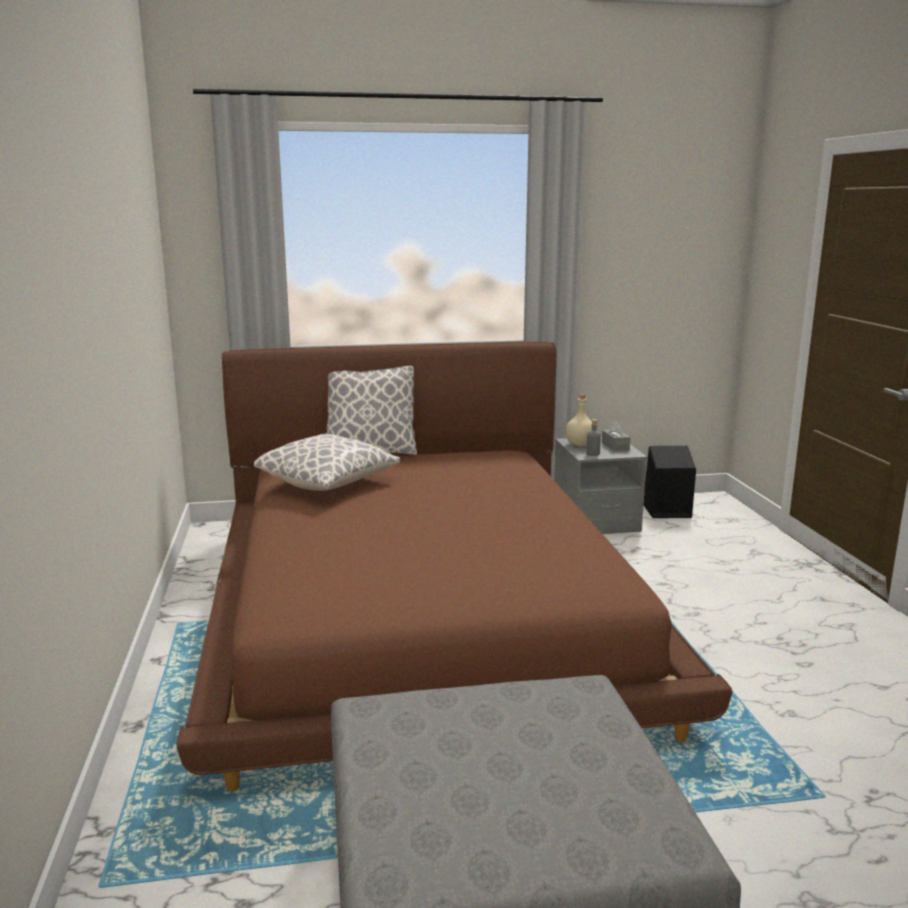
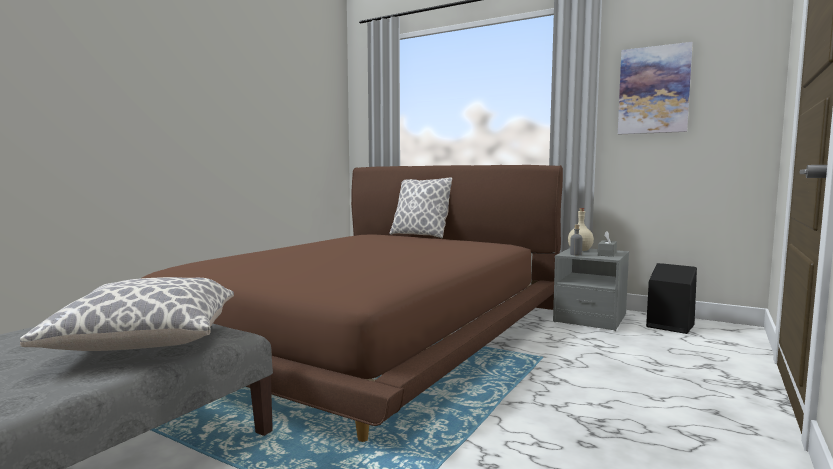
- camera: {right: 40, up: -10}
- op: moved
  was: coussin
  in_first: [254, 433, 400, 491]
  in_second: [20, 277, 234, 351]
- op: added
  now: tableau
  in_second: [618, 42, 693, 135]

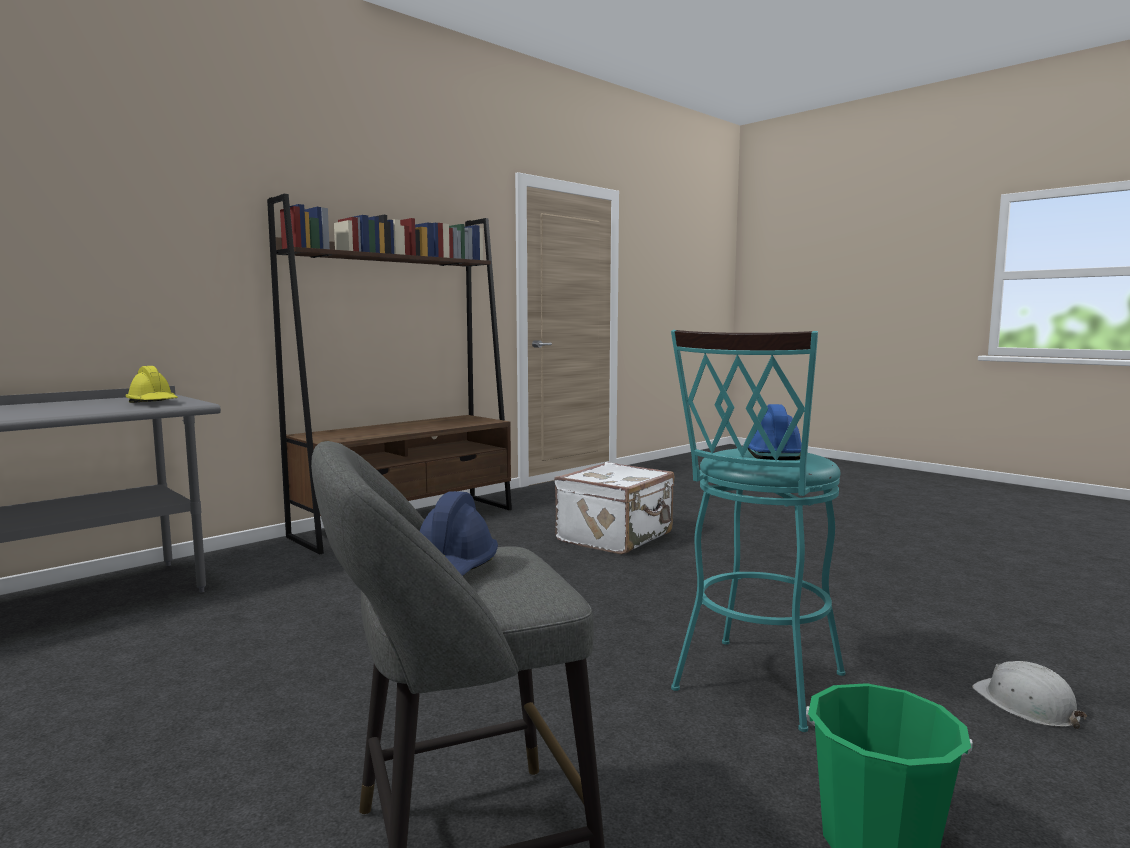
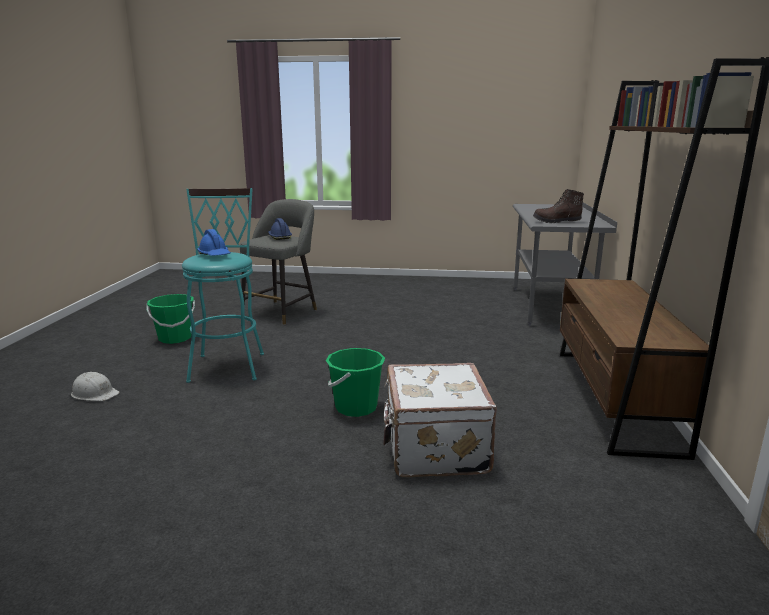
- camera: {right: 140, up: 10}
- op: replaced
  was: casque de chantier (jaune)
  now: botte (marron)
  in_first: [125, 366, 178, 403]
  in_second: [533, 189, 584, 223]
- op: added
  now: seau (vert)
  in_second: [326, 348, 385, 417]

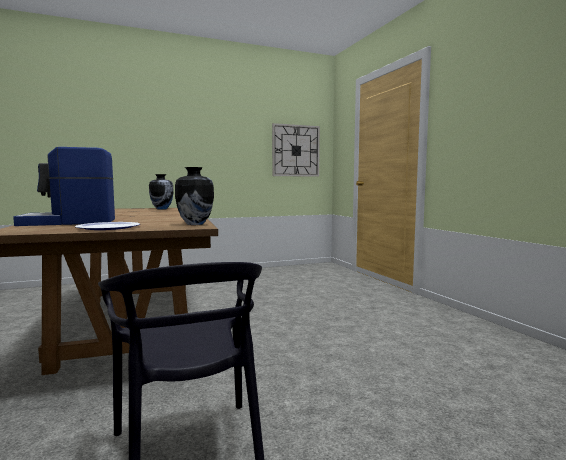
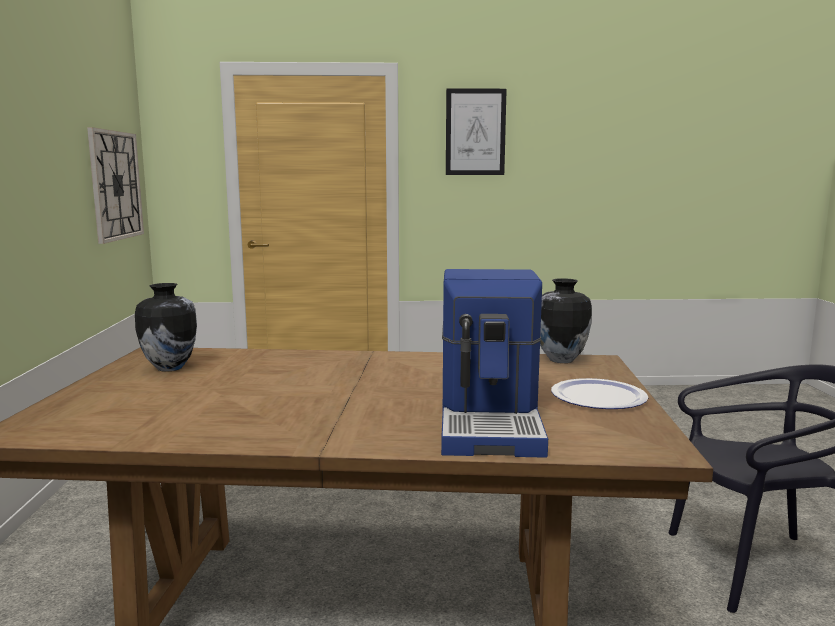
- camera: {right: -70, up: 5}
- op: added
  now: tableau
  in_second: [446, 88, 507, 175]

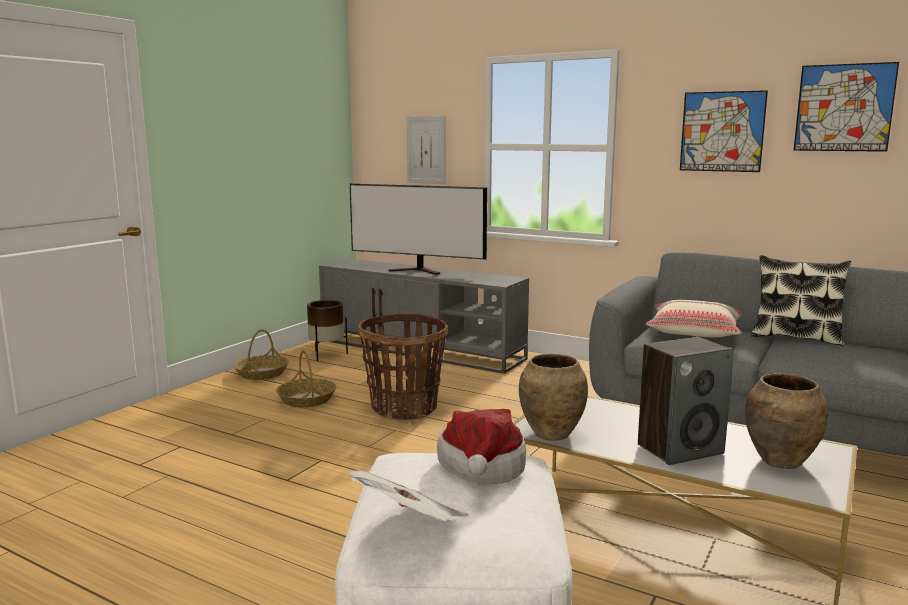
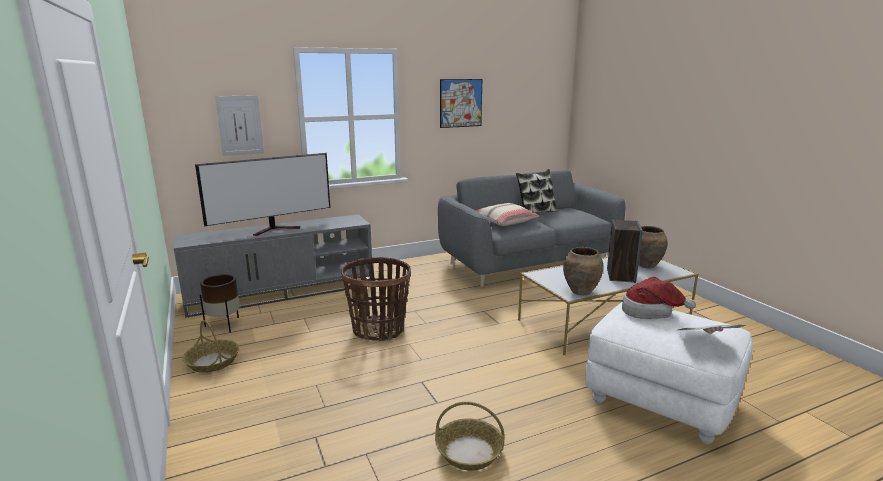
- camera: {right: -55, up: 5}
- op: removed
  was: tableau
  in_first: [793, 62, 899, 152]
- op: moved
  was: panier
  in_first: [276, 350, 336, 407]
  in_second: [435, 402, 505, 470]

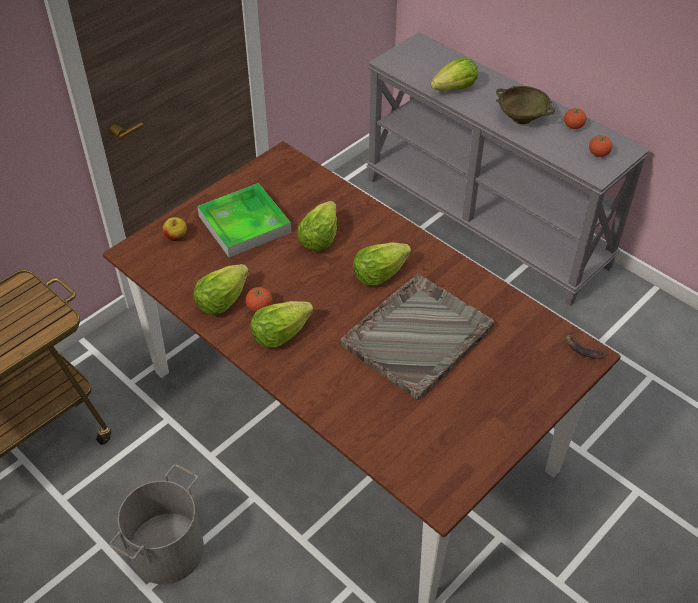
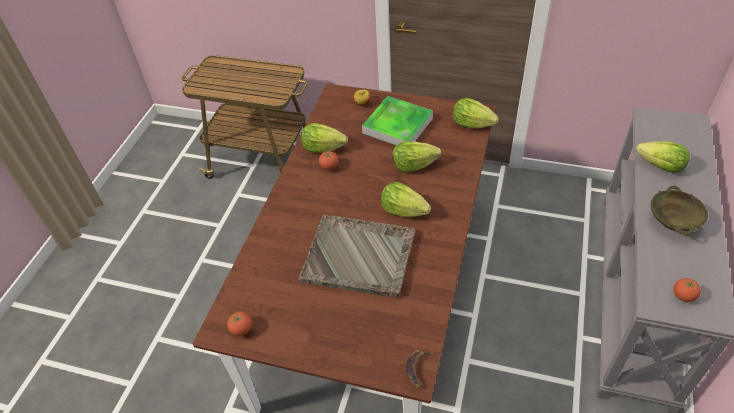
- camera: {right: 65, up: 0}
- op: moved
  was: tomate
  in_first: [564, 108, 586, 129]
  in_second: [227, 312, 252, 336]
- op: moved
  was: laitue
  in_first: [251, 301, 314, 348]
  in_second: [453, 98, 499, 128]
- op: removed
  was: seau (gris)
  in_first: [109, 464, 204, 584]

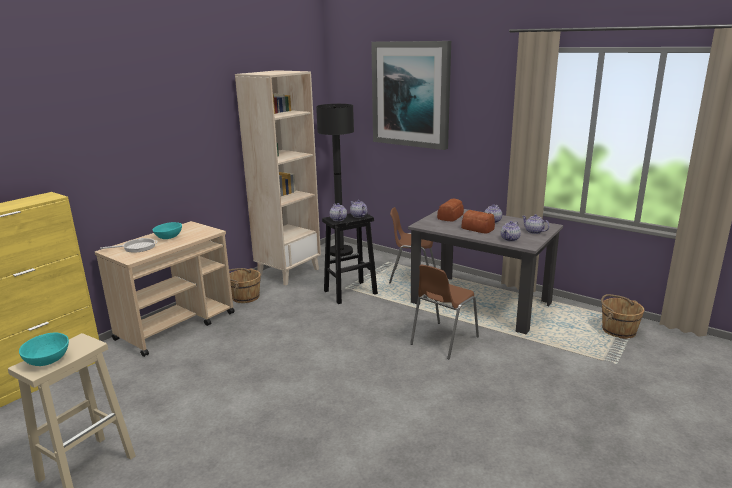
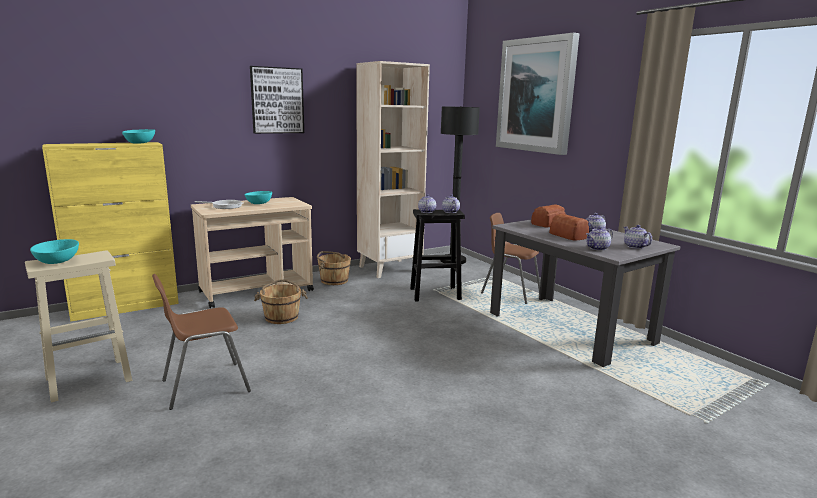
- camera: {right: 20, up: -5}
- op: moved
  was: chaise (marron)
  in_first: [410, 265, 479, 360]
  in_second: [152, 274, 251, 410]
- op: moved
  was: seau (marron)
  in_first: [601, 294, 644, 339]
  in_second: [254, 279, 308, 324]
- op: added
  now: tableau
  in_second: [250, 66, 304, 134]
- op: added
  now: bol (turquoise)
  in_second: [122, 129, 155, 144]

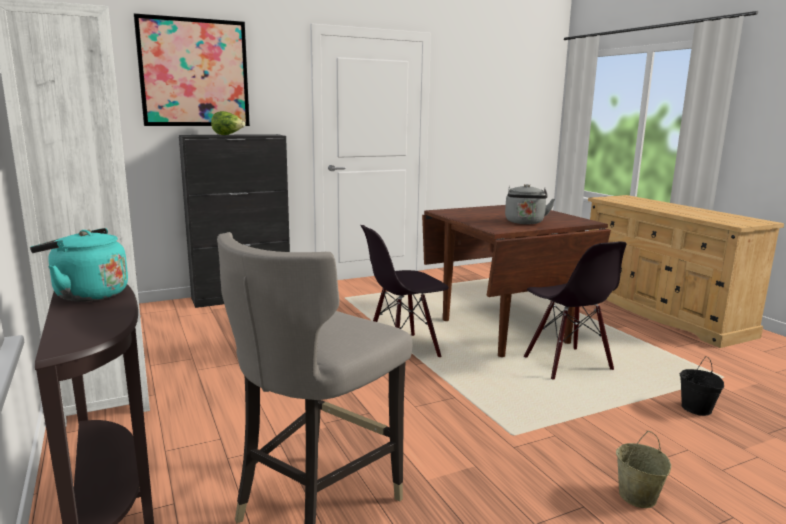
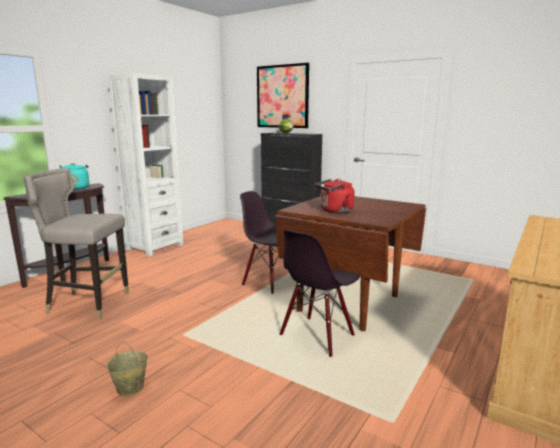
- camera: {right: 60, up: 0}
- op: recoloured
  was: bouilloire (gris)
  now: bouilloire (rouge)
  in_first: [505, 184, 555, 224]
  in_second: [315, 179, 355, 213]
- op: removed
  was: seau (noir)
  in_first: [680, 356, 724, 416]

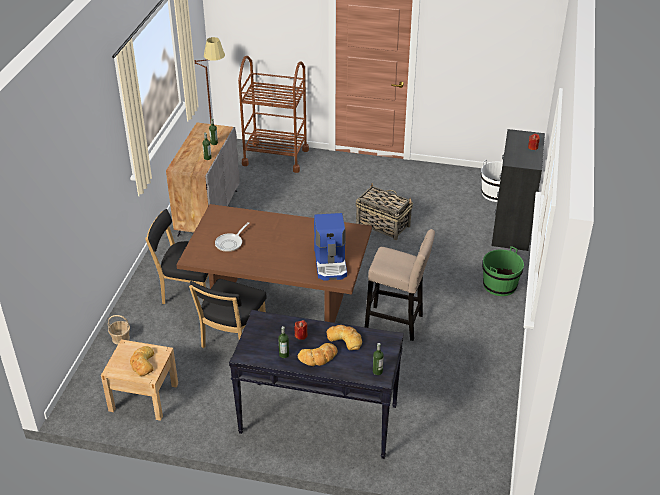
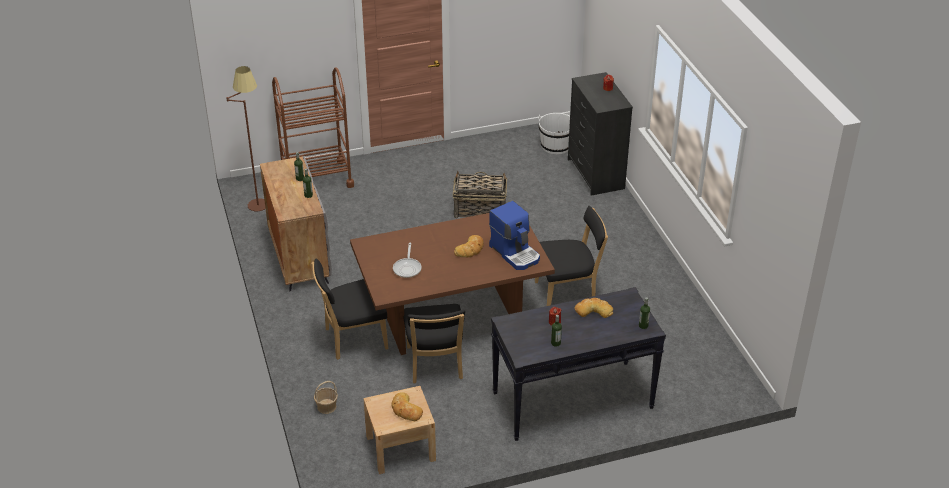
- camera: {right: -30, up: 0}
- op: replaced
  was: tabouret (beige)
  now: chaise (noir)
  in_first: [365, 229, 435, 341]
  in_second: [535, 206, 608, 306]
- op: removed
  was: seau (vert)
  in_first: [482, 246, 524, 296]
- op: moved
  was: pain
  in_first: [298, 343, 338, 366]
  in_second: [454, 235, 484, 257]

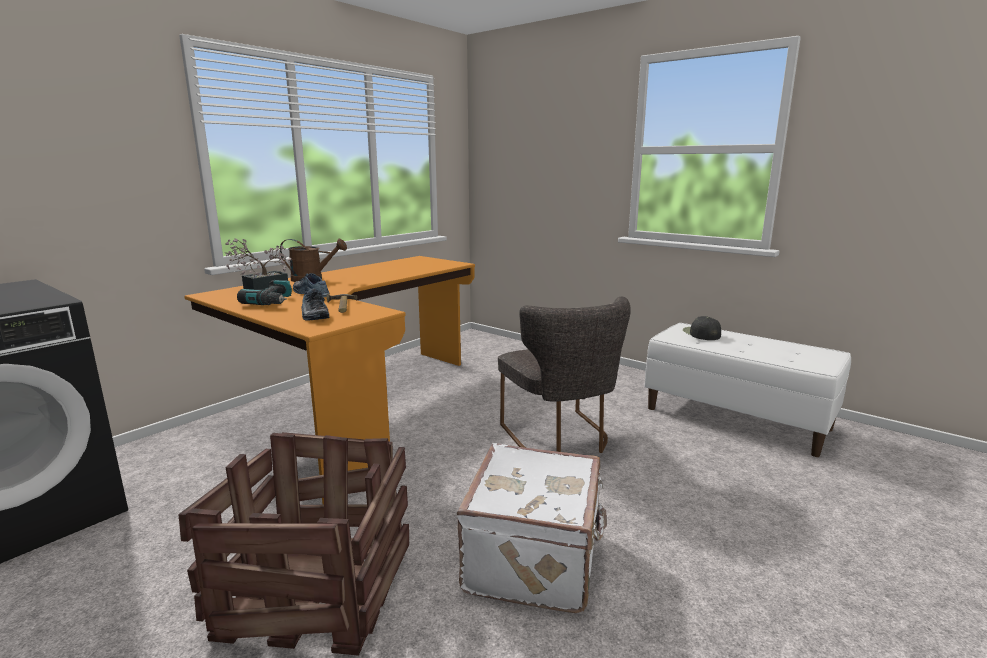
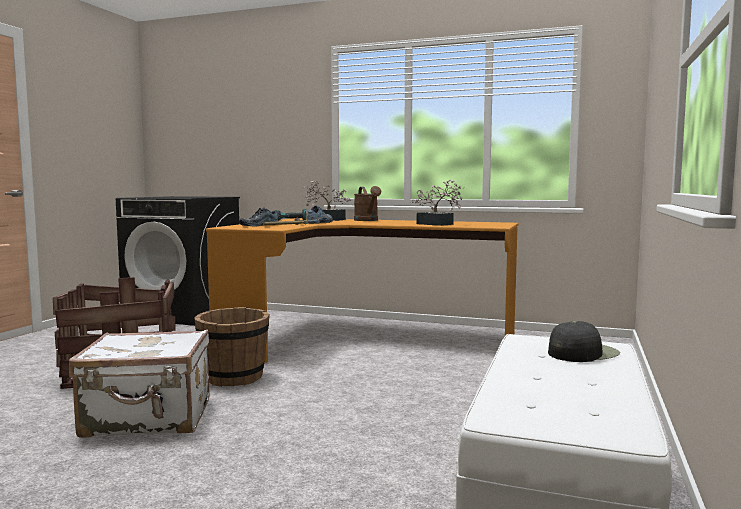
- camera: {right: 70, up: -10}
- op: removed
  was: chaise (gris)
  in_first: [498, 297, 631, 453]
- op: added
  now: plante en pot
  in_second: [410, 180, 464, 226]
- op: added
  now: seau (marron)
  in_second: [194, 307, 270, 387]

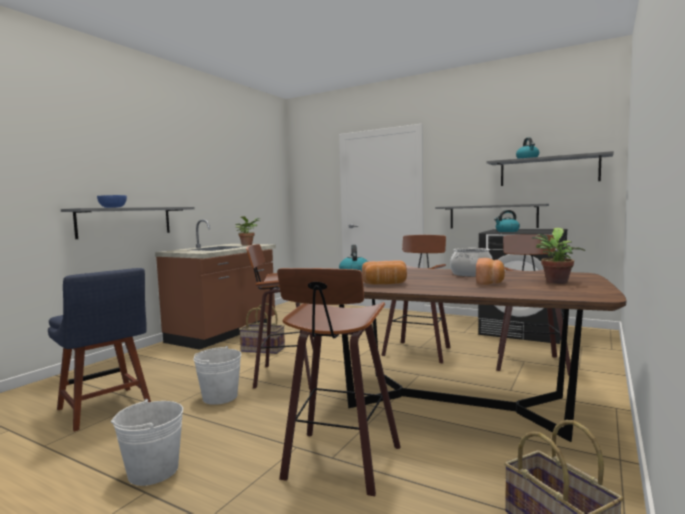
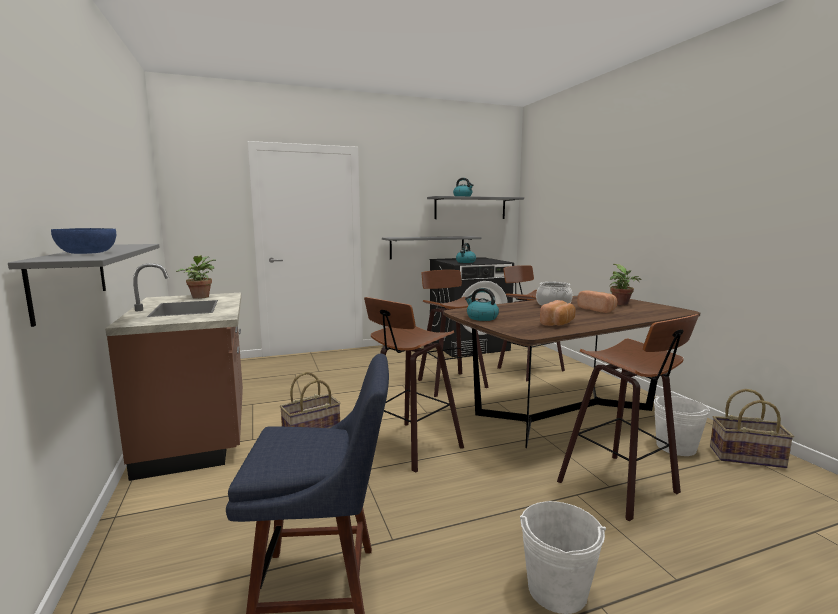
- camera: {right: -50, up: 5}
- op: moved
  was: seau (blanc)
  in_first: [194, 346, 241, 405]
  in_second: [654, 395, 710, 456]

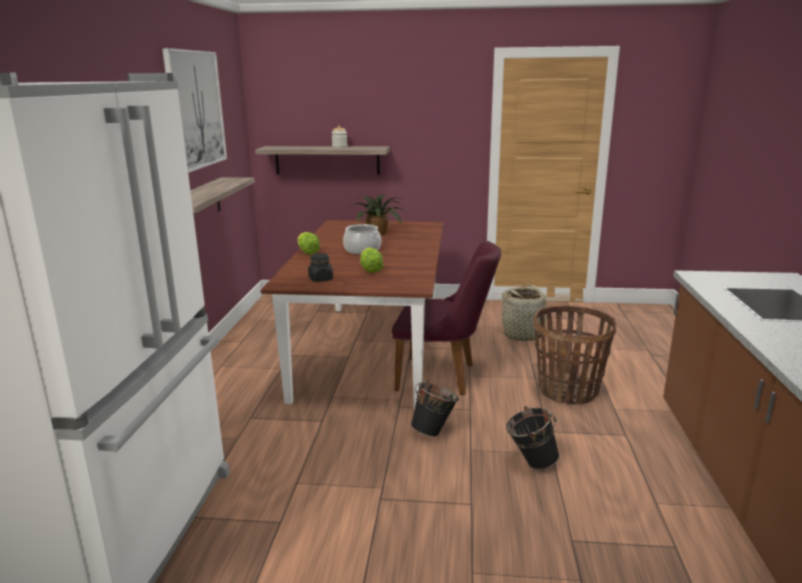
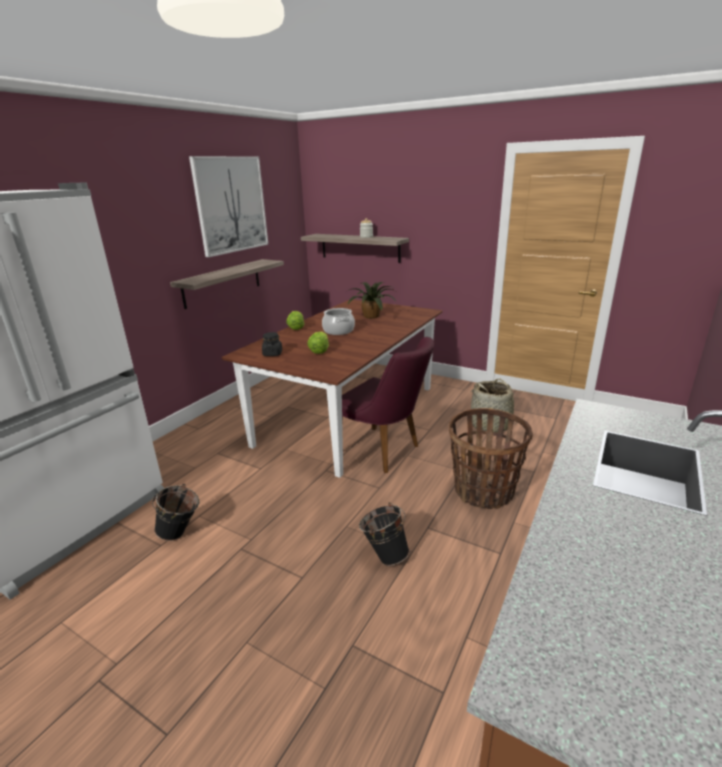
- camera: {right: 25, up: 5}
- op: moved
  was: seau (noir)
  in_first: [411, 379, 459, 437]
  in_second: [152, 484, 199, 541]

